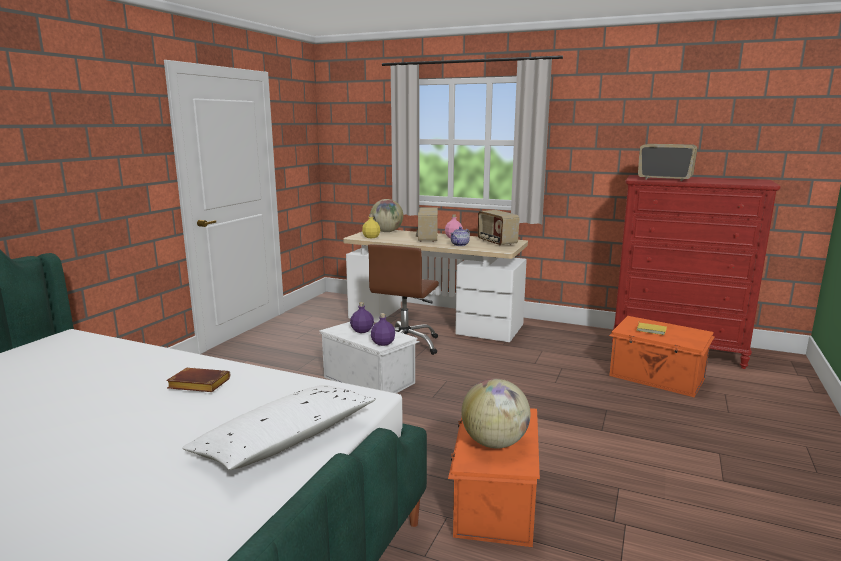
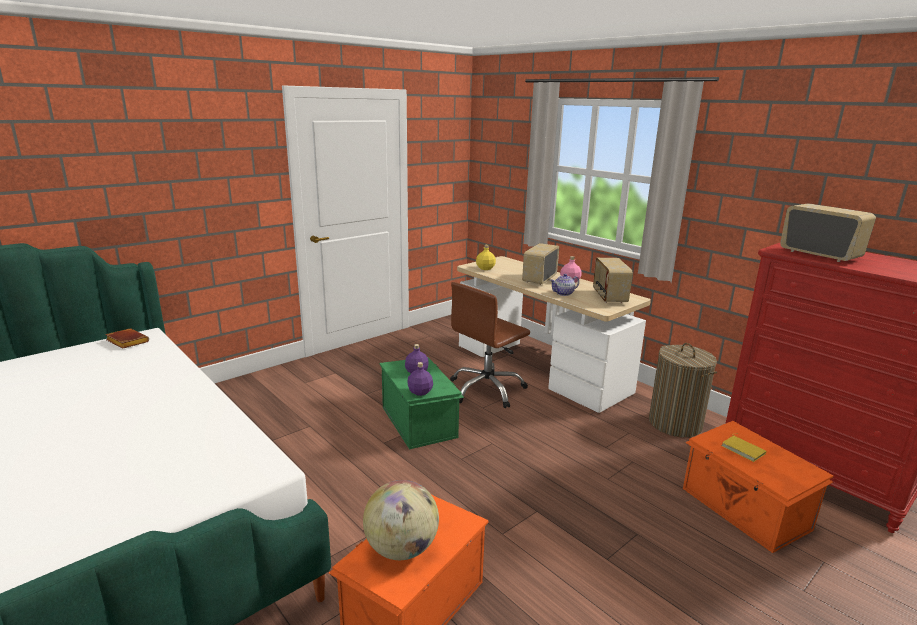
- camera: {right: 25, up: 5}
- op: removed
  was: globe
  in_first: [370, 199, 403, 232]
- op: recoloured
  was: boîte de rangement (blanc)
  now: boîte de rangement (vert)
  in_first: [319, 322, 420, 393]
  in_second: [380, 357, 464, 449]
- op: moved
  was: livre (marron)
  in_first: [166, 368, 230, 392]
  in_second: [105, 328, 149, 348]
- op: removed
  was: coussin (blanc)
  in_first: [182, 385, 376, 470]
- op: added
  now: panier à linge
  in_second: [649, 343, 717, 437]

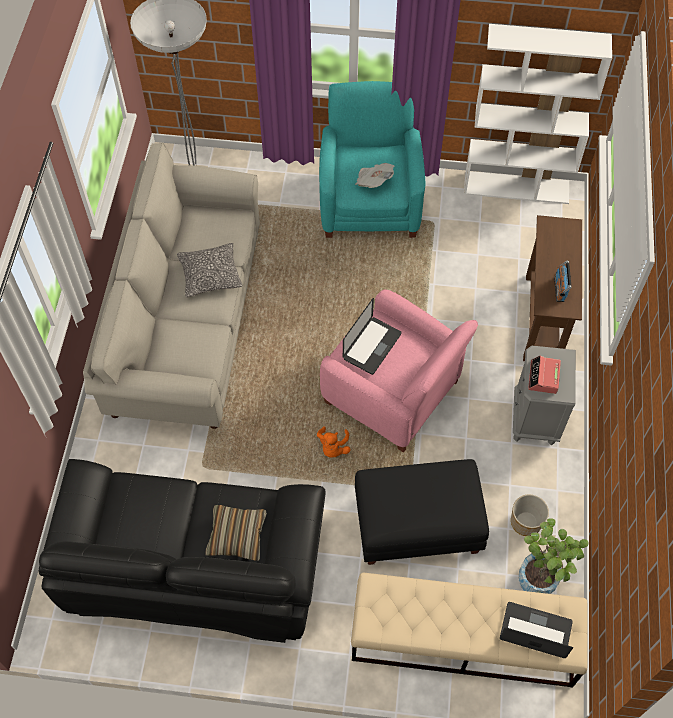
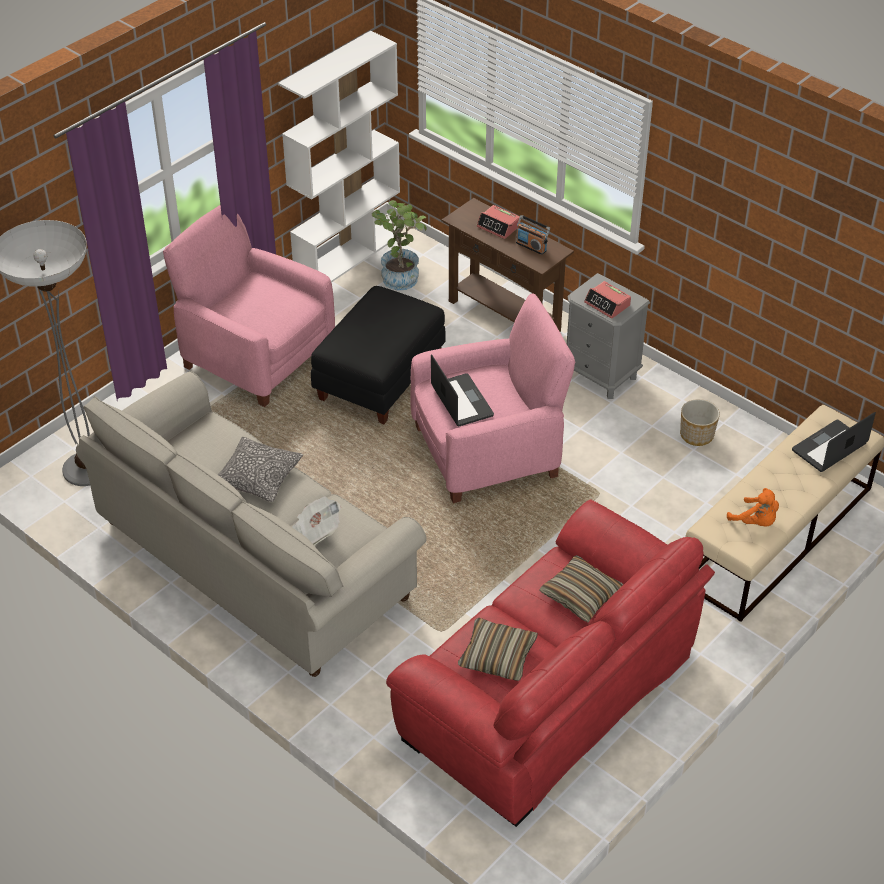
- camera: {right: -55, up: -15}
- op: recoloured
  was: fauteuil (turquoise)
  now: fauteuil (rose)
  in_first: [319, 81, 425, 238]
  in_second: [163, 205, 335, 407]
- op: moved
  was: journal
  in_first: [355, 163, 394, 188]
  in_second: [292, 497, 341, 545]
- op: moved
  was: peluche (orange)
  in_first: [317, 426, 351, 458]
  in_second: [727, 488, 779, 527]
- op: recoloured
  was: canapé (noir)
  now: canapé (rouge)
  in_first: [39, 459, 325, 643]
  in_second: [386, 499, 715, 827]
- op: moved
  was: pouf (noir)
  in_first: [355, 459, 489, 565]
  in_second: [311, 286, 445, 424]
- op: moved
  was: plante en pot
  in_first: [519, 518, 589, 594]
  in_second: [372, 200, 427, 290]
- op: added
  now: réveil
  in_second: [477, 205, 521, 239]
- op: added
  now: coussin
  in_second: [458, 618, 538, 681]

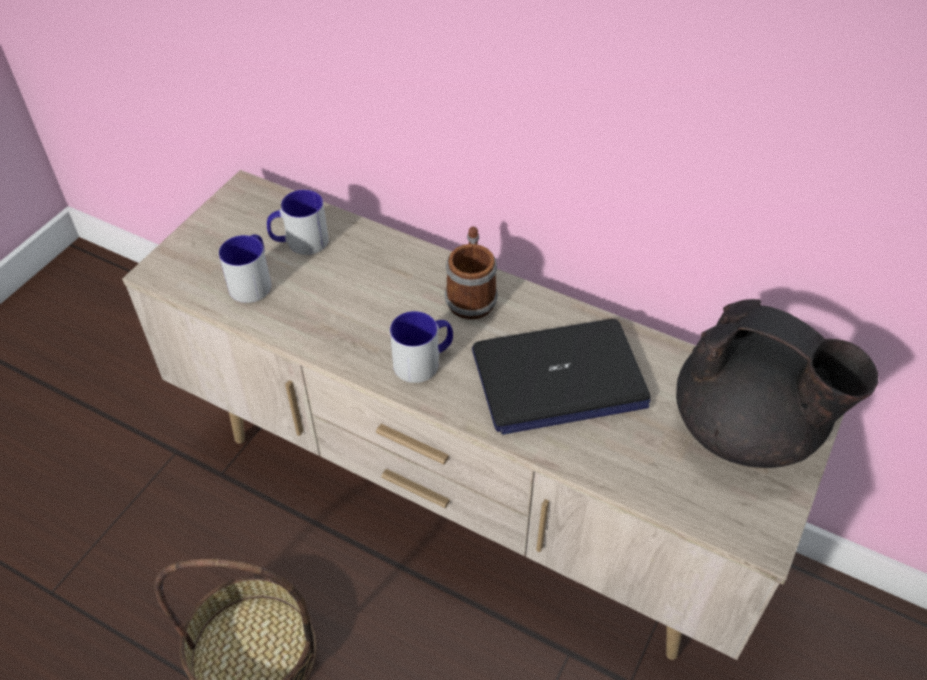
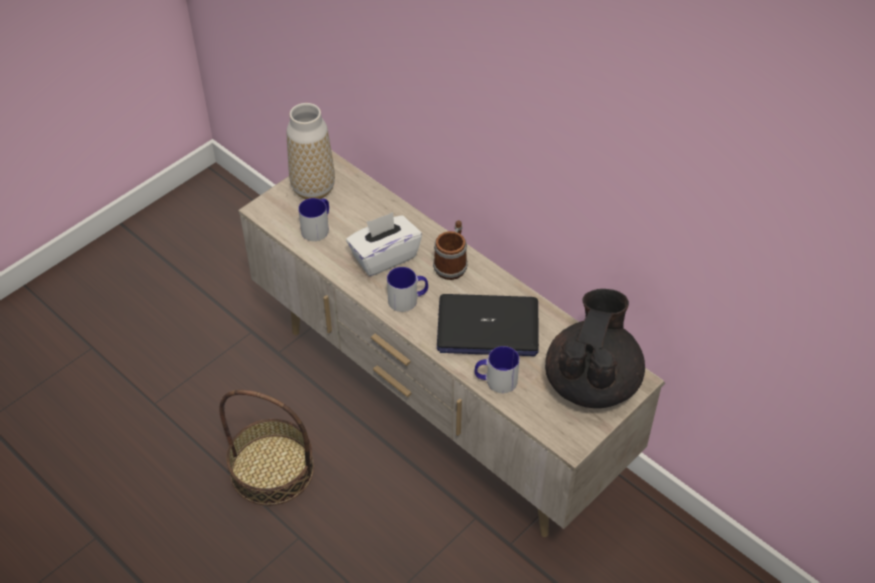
- camera: {right: 15, up: 0}
- op: moved
  was: mug
  in_first: [267, 190, 329, 255]
  in_second: [475, 346, 519, 393]
- op: turned
  was: théière (noir)
  in_first: [676, 299, 878, 468]
  in_second: [545, 289, 645, 408]
  clockwise: -120
- op: added
  now: vase
  in_second: [287, 103, 335, 199]
- op: added
  now: boîte à mouchoirs (blanc)
  in_second: [346, 212, 422, 276]

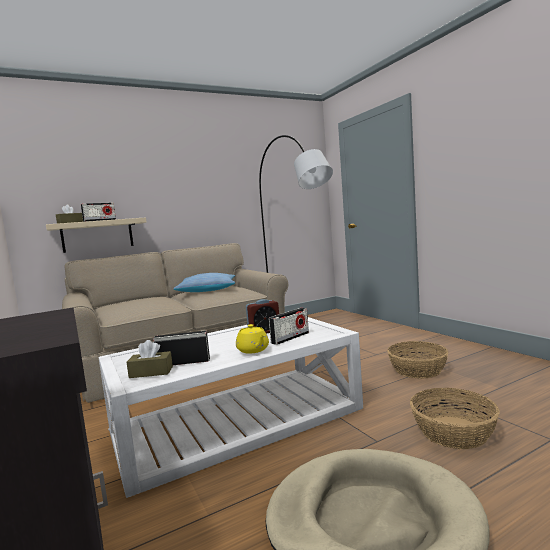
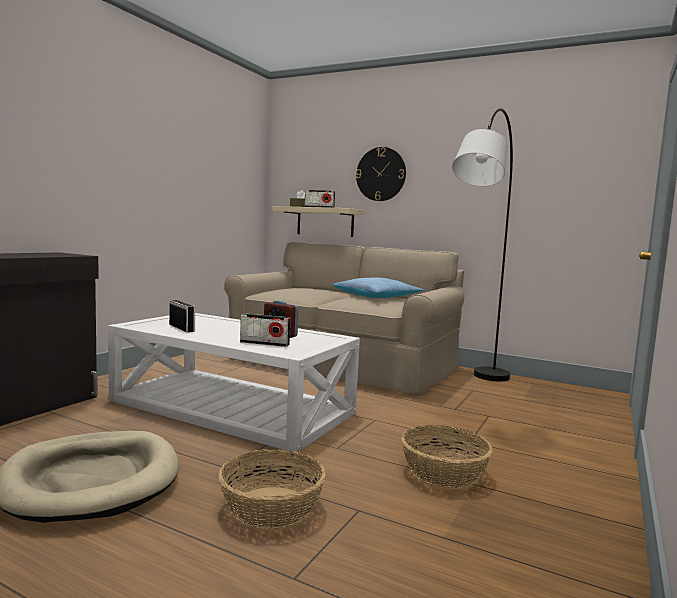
- camera: {right: 55, up: 0}
- op: removed
  was: théière (jaune)
  in_first: [236, 324, 269, 354]
- op: removed
  was: boîte à mouchoirs (marron)
  in_first: [127, 340, 173, 378]
- op: added
  now: horloge murale
  in_second: [356, 147, 406, 201]

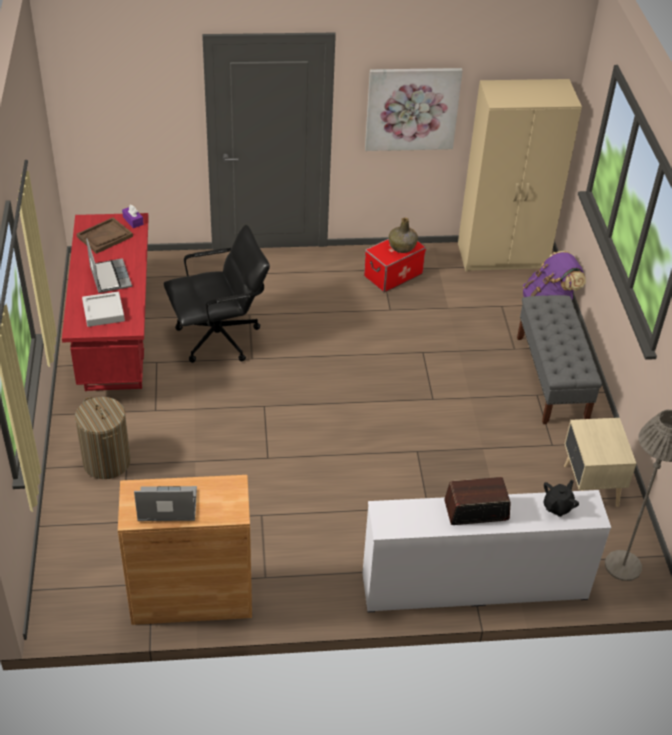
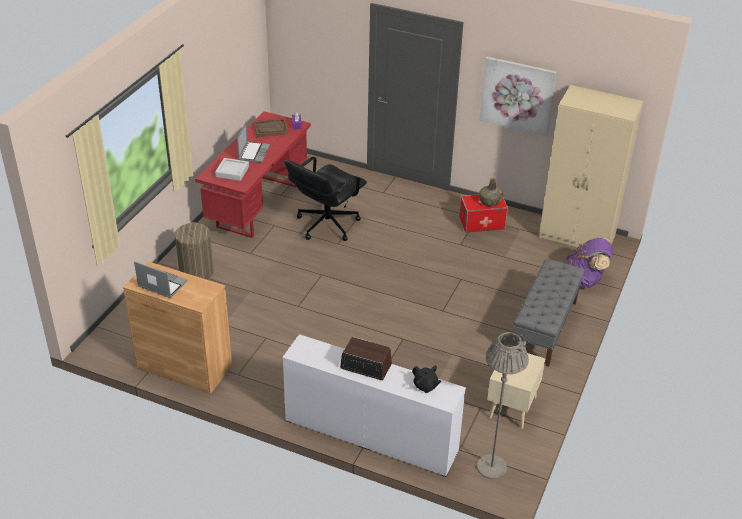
- camera: {right: 30, up: -5}
- op: turned
  was: chaise de bureau (noir)
  in_first: [164, 225, 270, 363]
  in_second: [284, 157, 367, 241]
  clockwise: 120
- op: turned
  was: théière (noir)
  in_first: [544, 480, 579, 517]
  in_second: [412, 366, 441, 393]
  clockwise: 60

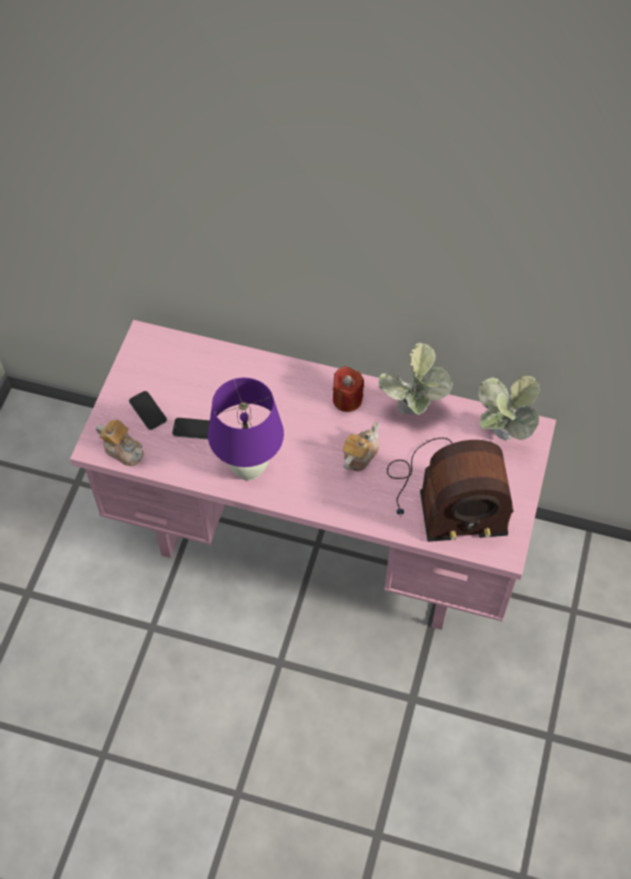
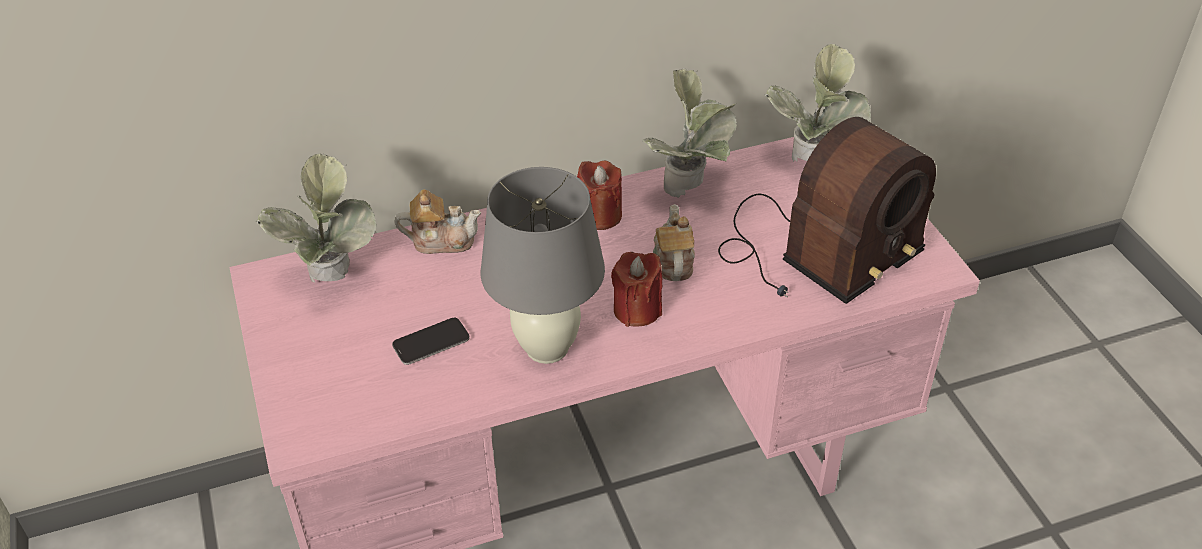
- camera: {right: -35, up: -15}
- op: recoloured
  was: lampe de table (violet)
  now: lampe de table (gris)
  in_first: [208, 378, 284, 481]
  in_second: [481, 167, 605, 364]
- op: removed
  was: téléphone
  in_first: [129, 391, 167, 430]
- op: moved
  was: théière
  in_first: [96, 419, 143, 466]
  in_second: [395, 189, 481, 254]
- op: added
  now: plante en pot
  in_second: [256, 154, 377, 283]
- op: added
  now: bougie (rouge)
  in_second: [611, 252, 662, 327]

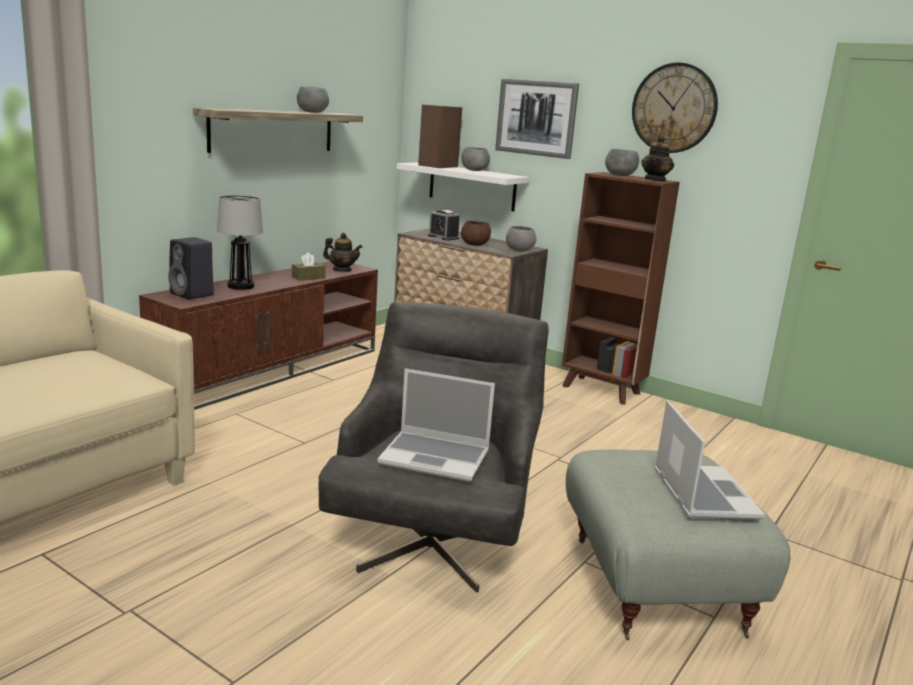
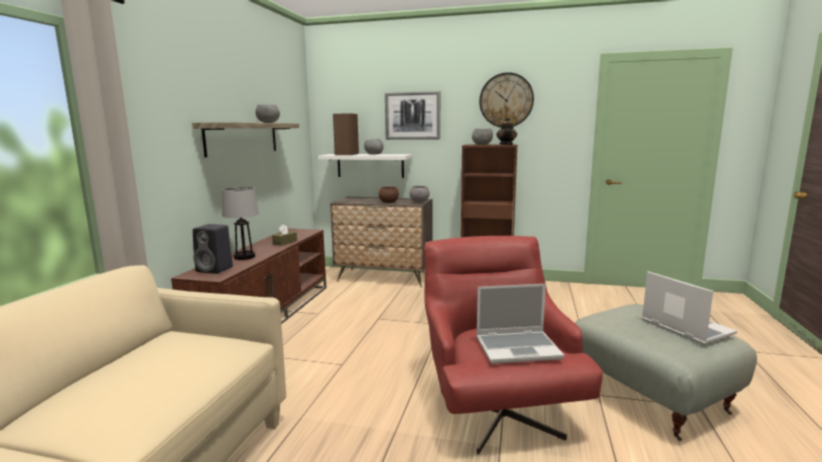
- camera: {right: -20, up: -5}
- op: removed
  was: réveil
  in_first: [428, 210, 460, 241]
- op: removed
  was: théière
  in_first: [323, 233, 362, 272]
- op: recoloured
  was: fauteuil (gris)
  now: fauteuil (rouge)
  in_first: [319, 302, 549, 593]
  in_second: [424, 236, 603, 454]

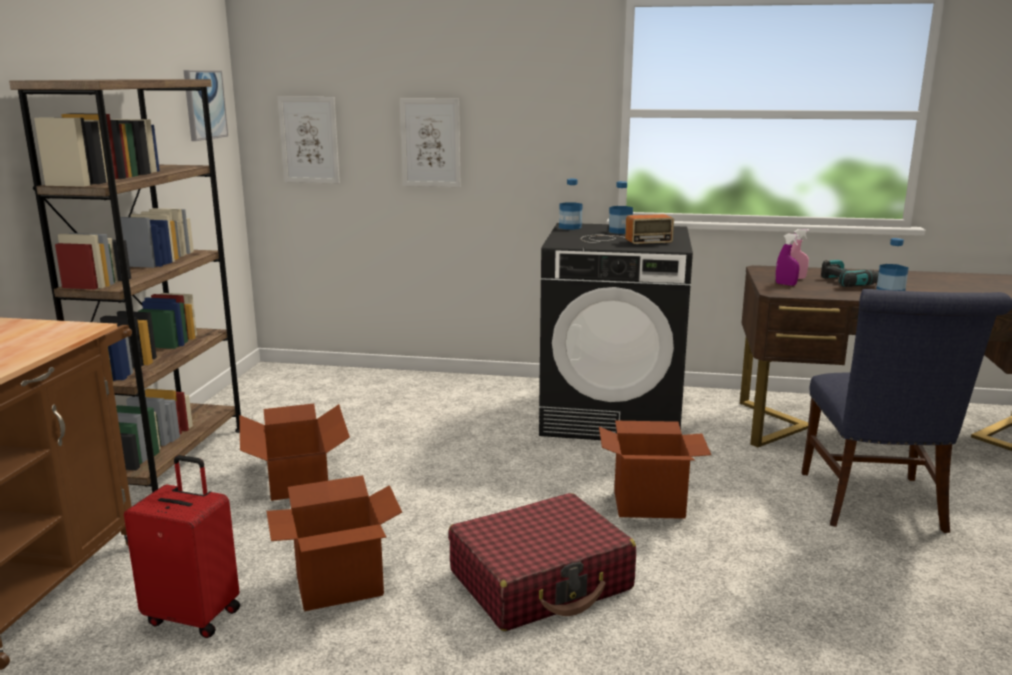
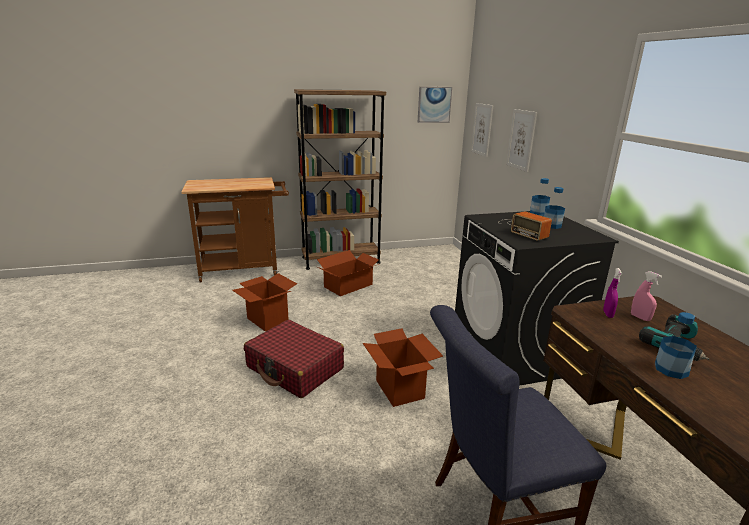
- camera: {right: 65, up: 5}
- op: removed
  was: valise (rouge)
  in_first: [124, 455, 240, 638]

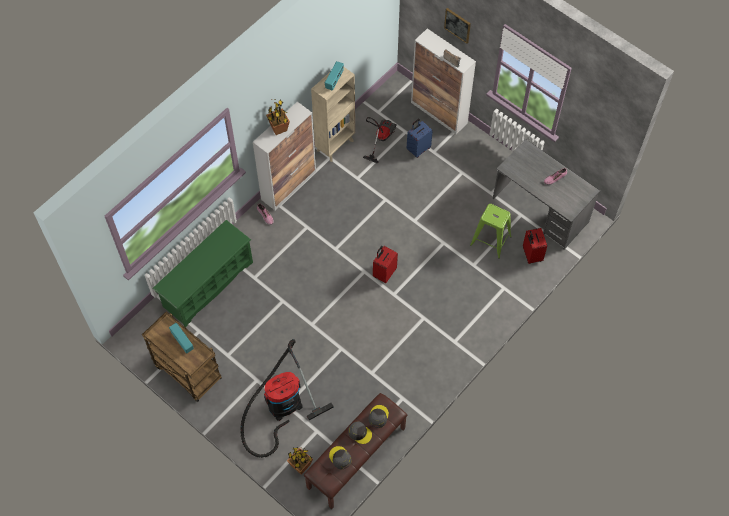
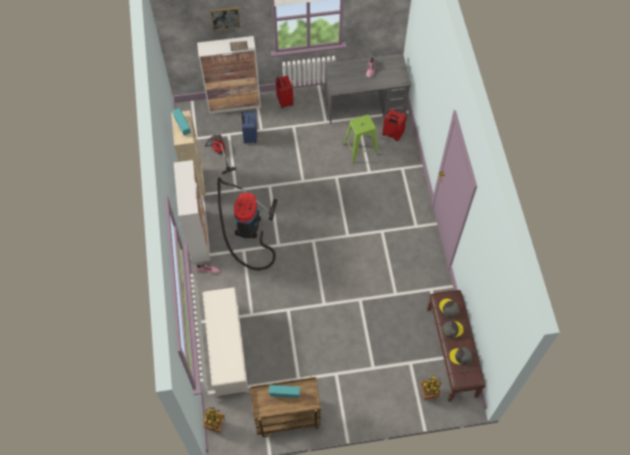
- camera: {right: -50, up: 0}
- op: moved
  was: plante en pot
  in_first: [266, 99, 290, 135]
  in_second: [202, 407, 225, 432]
- op: recoloured
  was: étagère à chaussures (vert)
  now: étagère à chaussures (blanc)
  in_first: [153, 220, 253, 327]
  in_second: [202, 287, 249, 396]
- op: moved
  was: valise (rouge)
  in_first: [373, 246, 398, 283]
  in_second: [276, 75, 294, 108]
- op: moved
  was: aspirateur
  in_first: [240, 339, 334, 458]
  in_second: [218, 177, 277, 271]

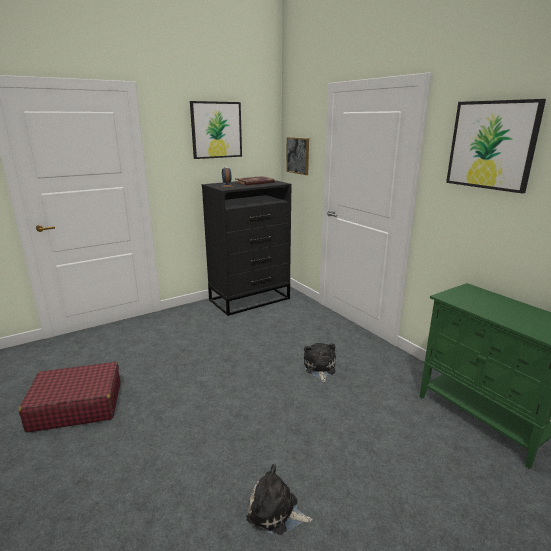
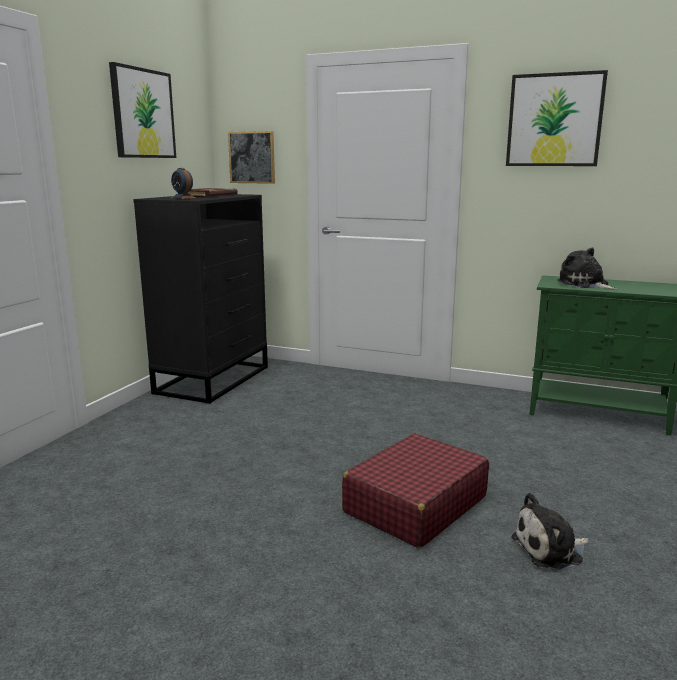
- camera: {right: -35, up: -5}
- op: moved
  was: peluche
  in_first: [304, 343, 336, 382]
  in_second: [557, 247, 617, 289]
- op: moved
  was: valise (rouge)
  in_first: [18, 362, 121, 432]
  in_second: [342, 433, 489, 548]

